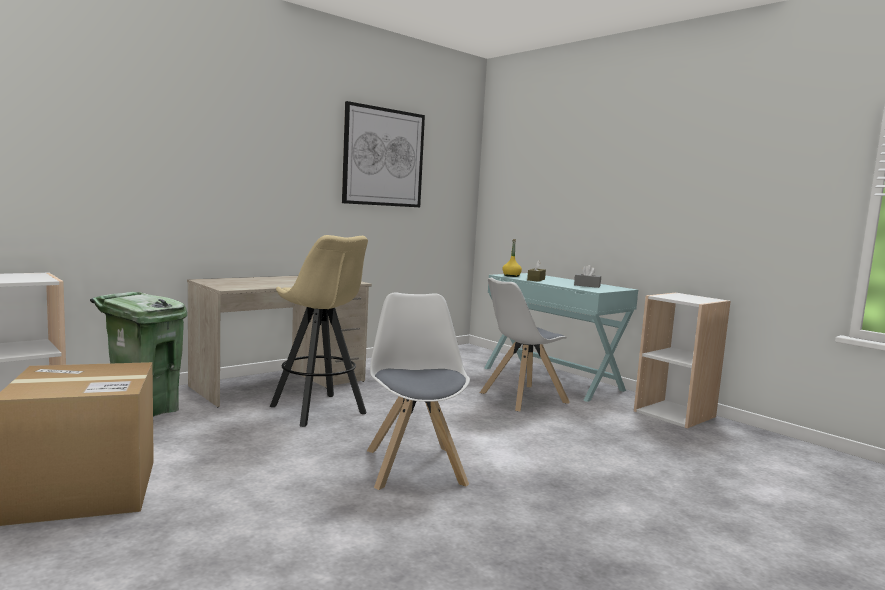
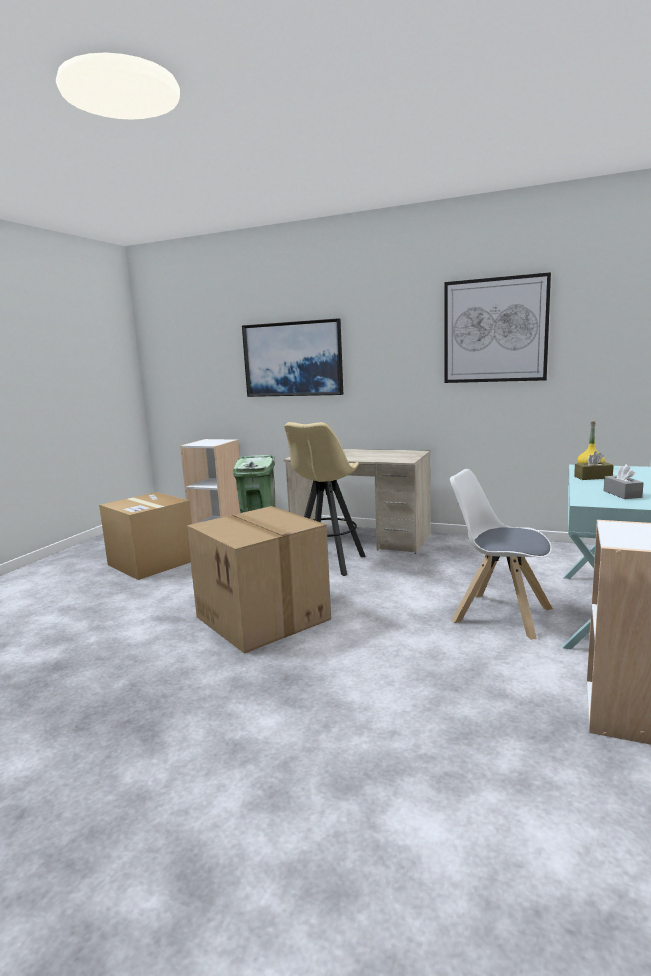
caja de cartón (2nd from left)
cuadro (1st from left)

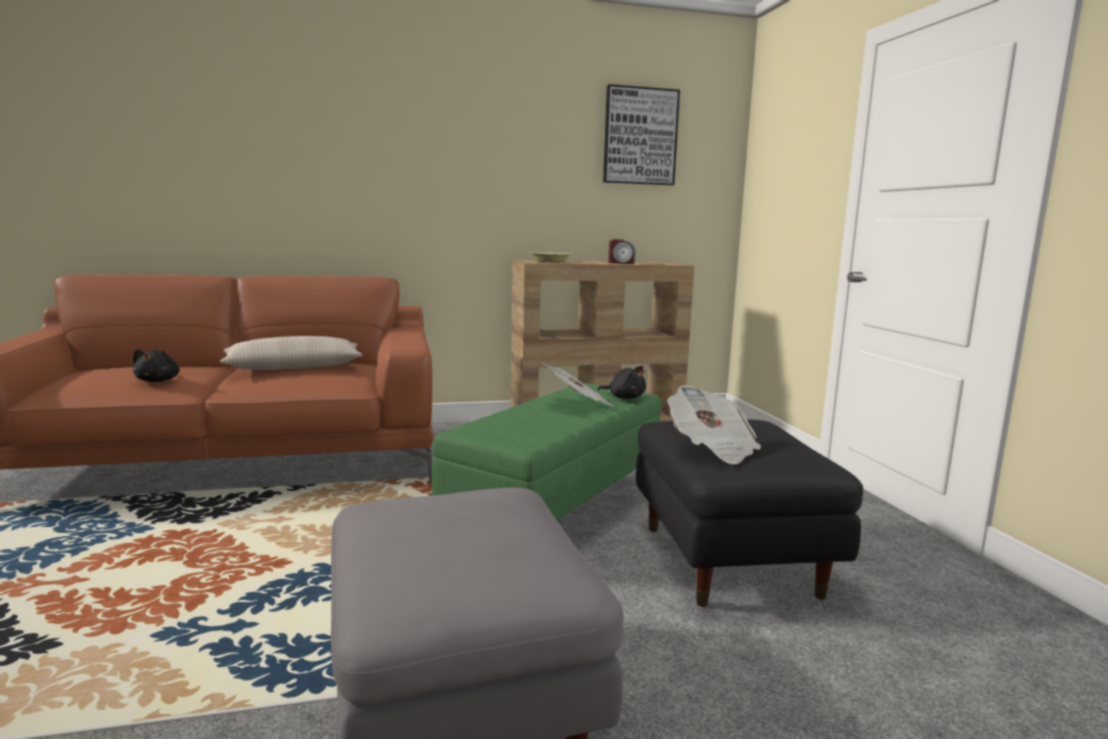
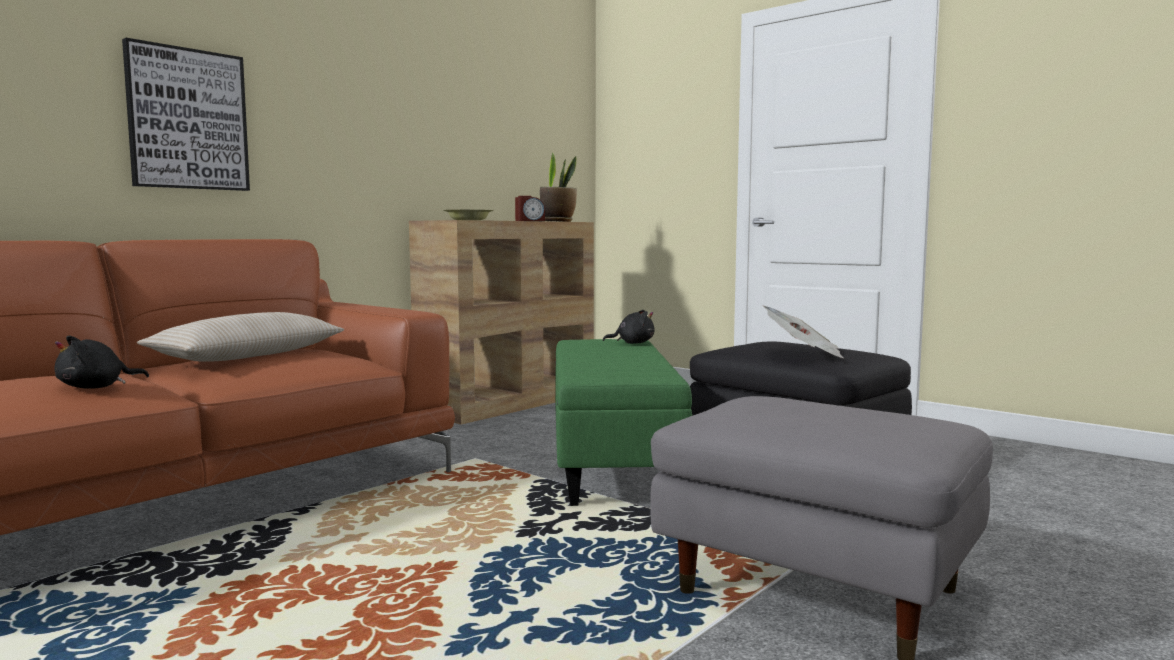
peluche (negro) (1st from left)
periódico (1st from left in the first image)
cuadro
planta en maceta

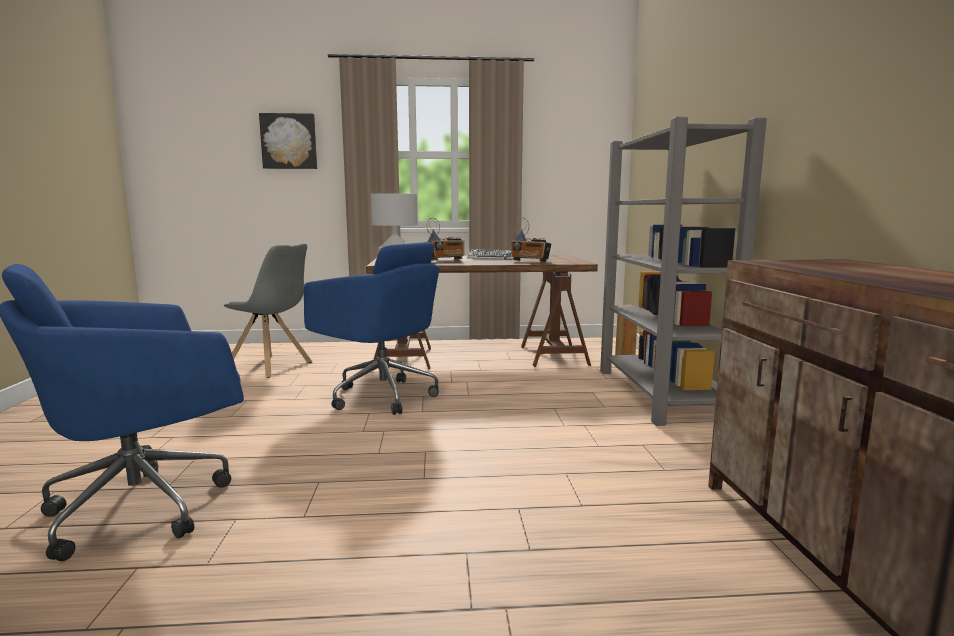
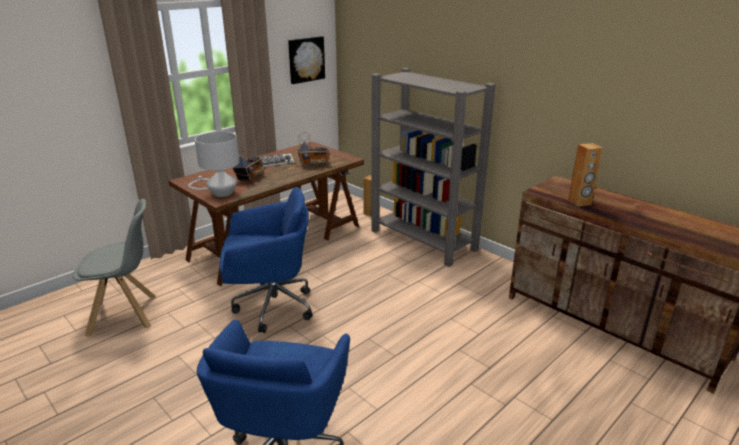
cuadro
altavoz (marrón) (2nd from left)

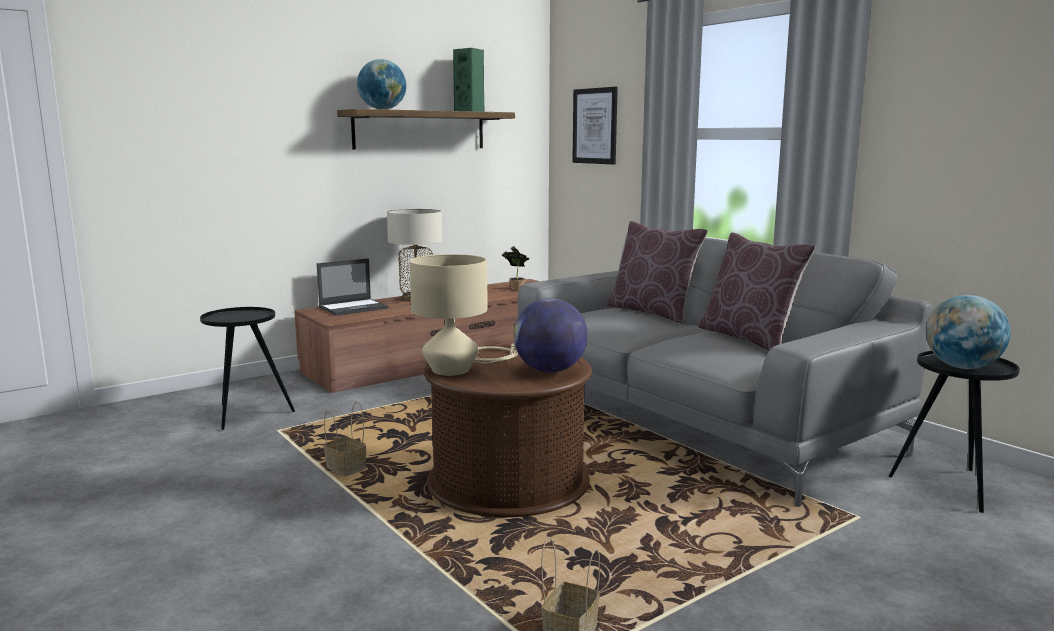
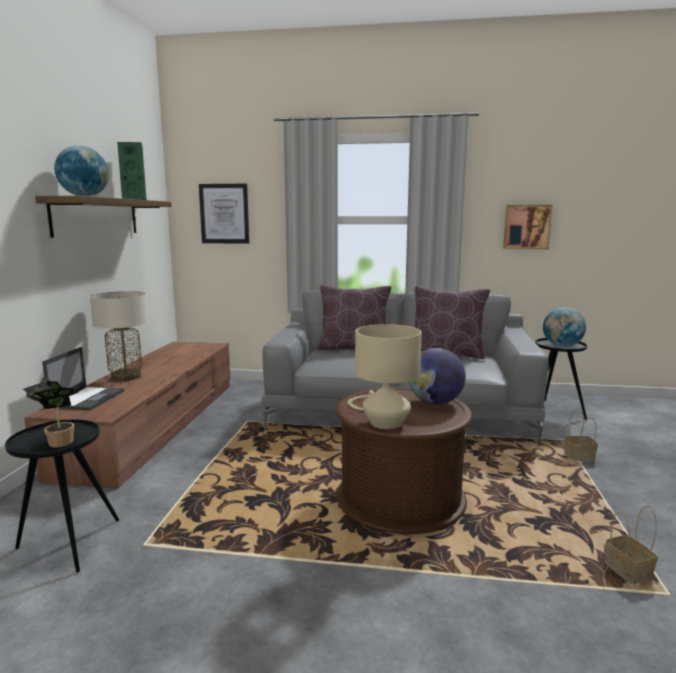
cesta (1st from left)
planta en maceta
cuadro (2nd from left)

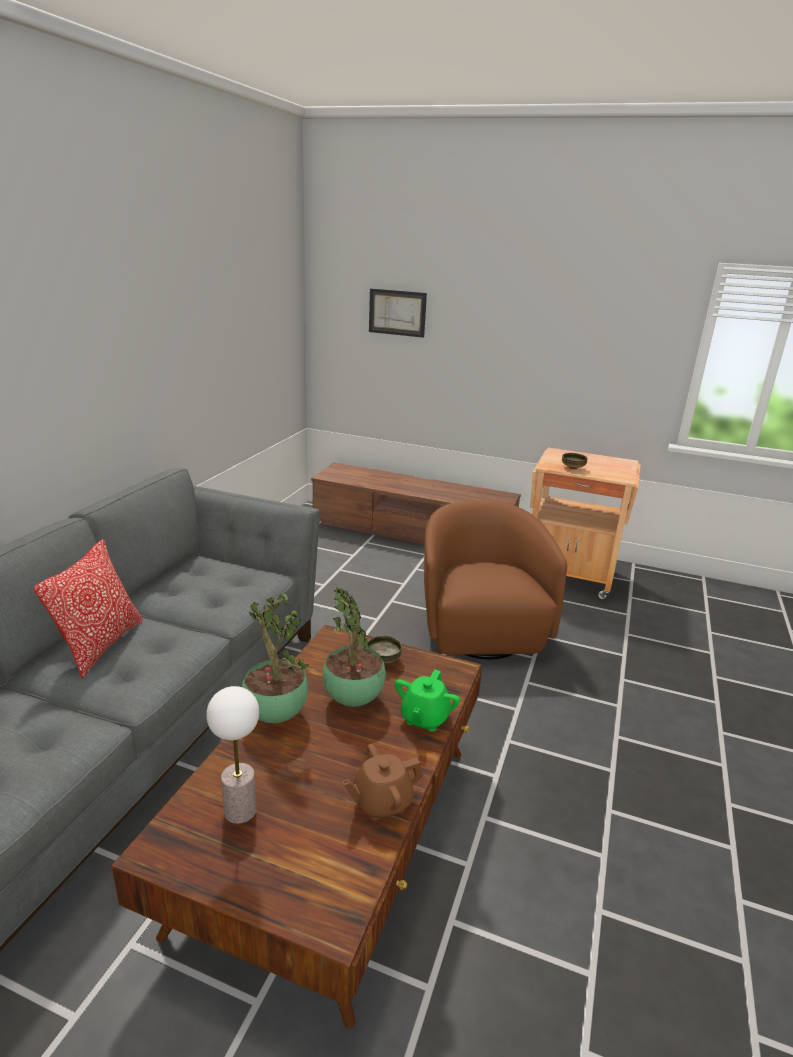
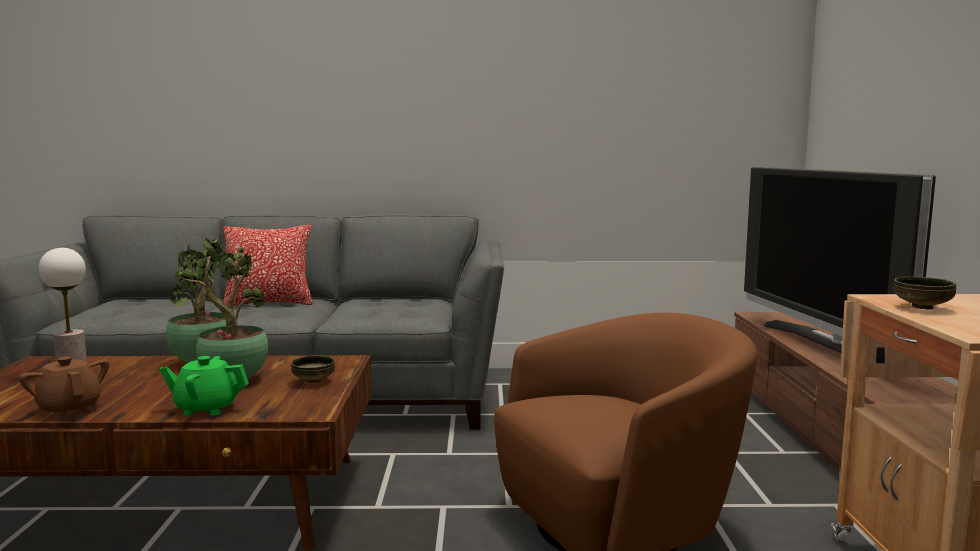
cuadro
televisor

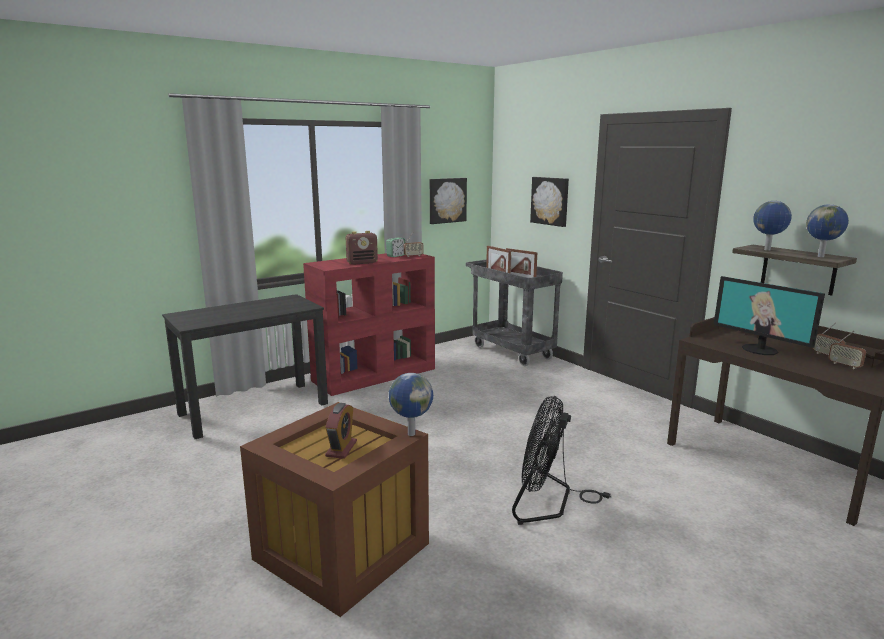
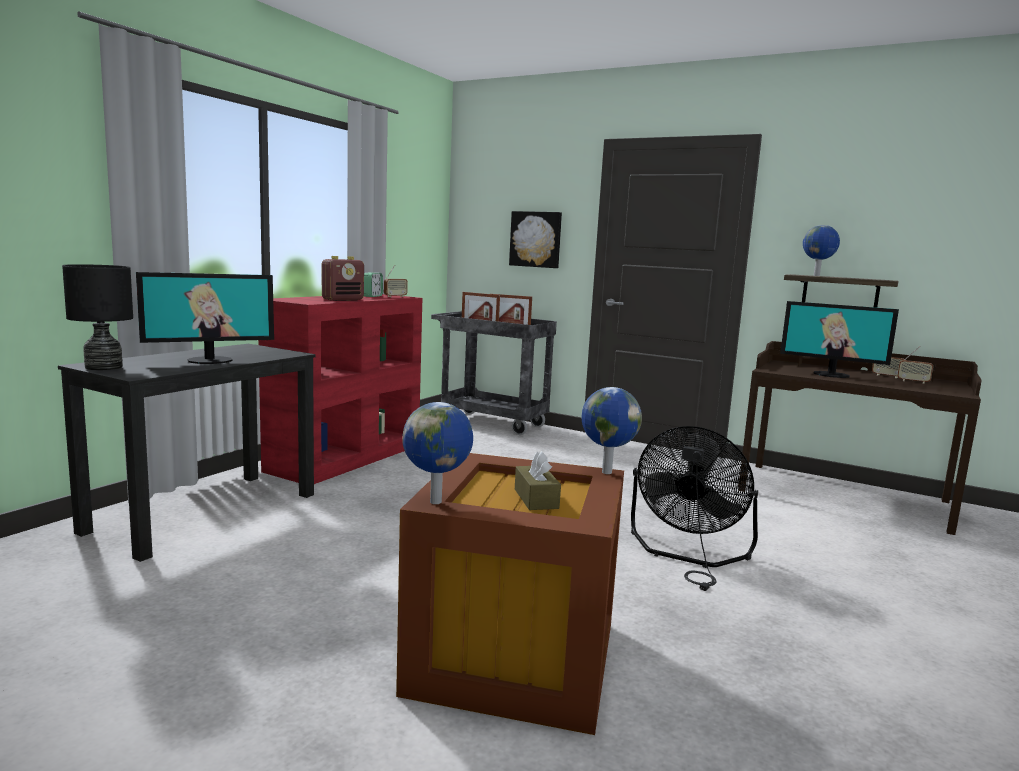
caja de pañuelos (marrón)
cuadro (1st from left in the first image)
ventilador (negro)
globo terráqueo (1st from left)
lámpara de mesa (negro)
monitor (1st from left)

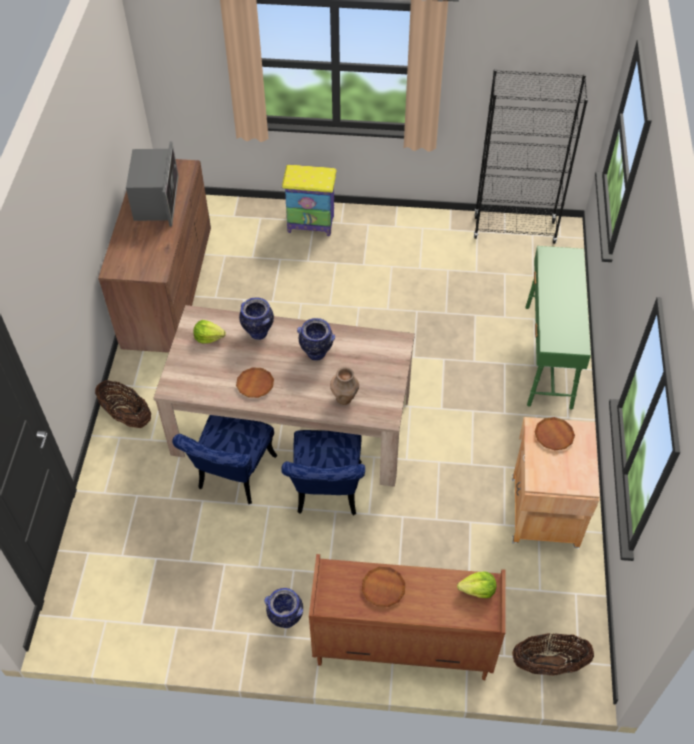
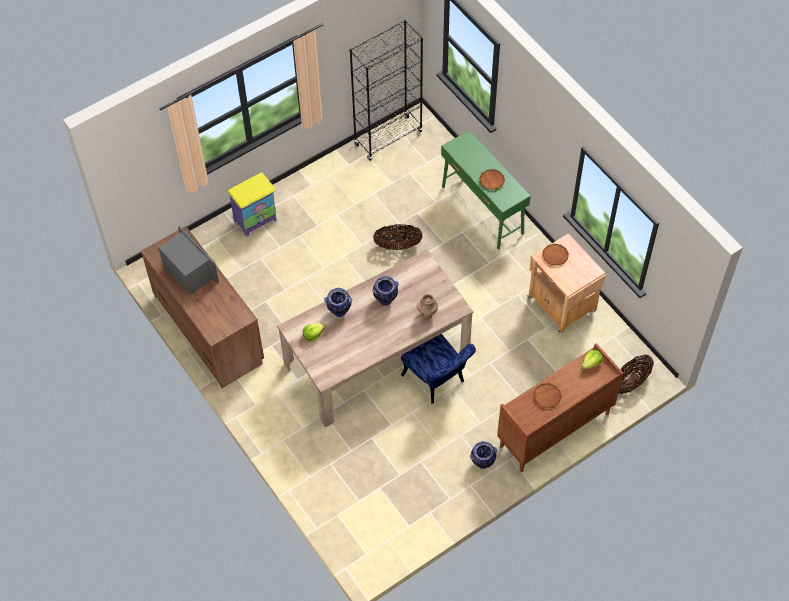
cesta (1st from left)
silla (azul) (1st from left in the first image)
plato (marrón) (1st from left)

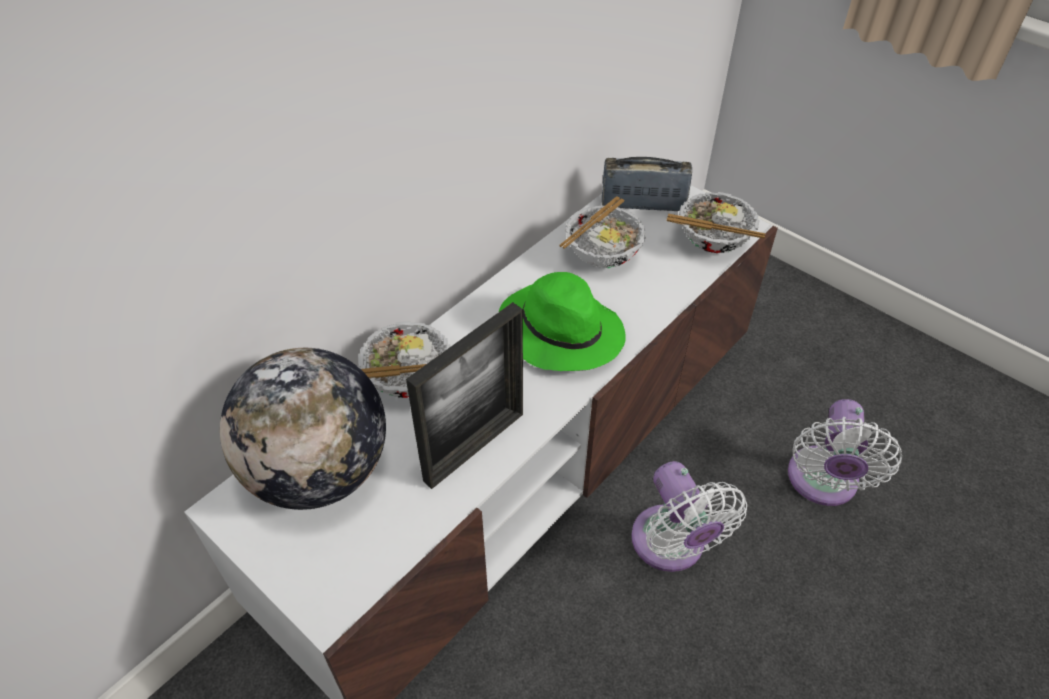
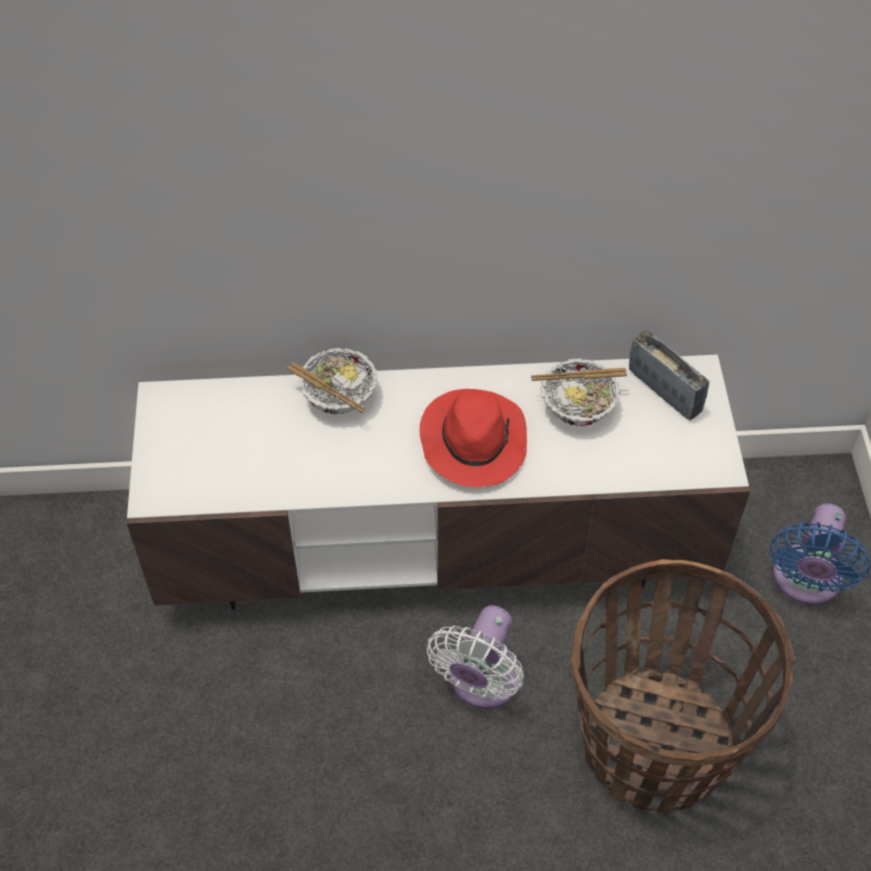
globo terráqueo
portarretratos
sombrero (rojo)
cuenco (3rd from left in the first image)
cesta
ventilador (azul)

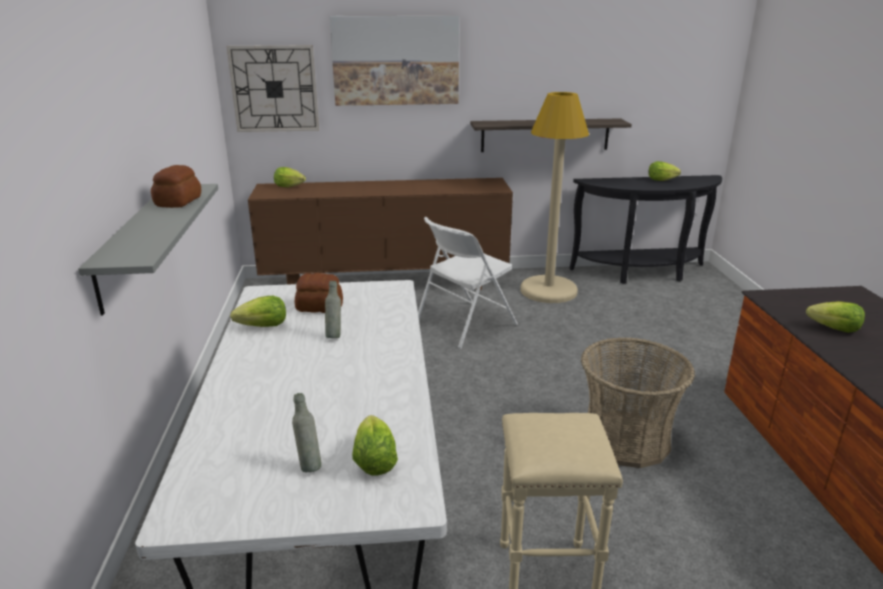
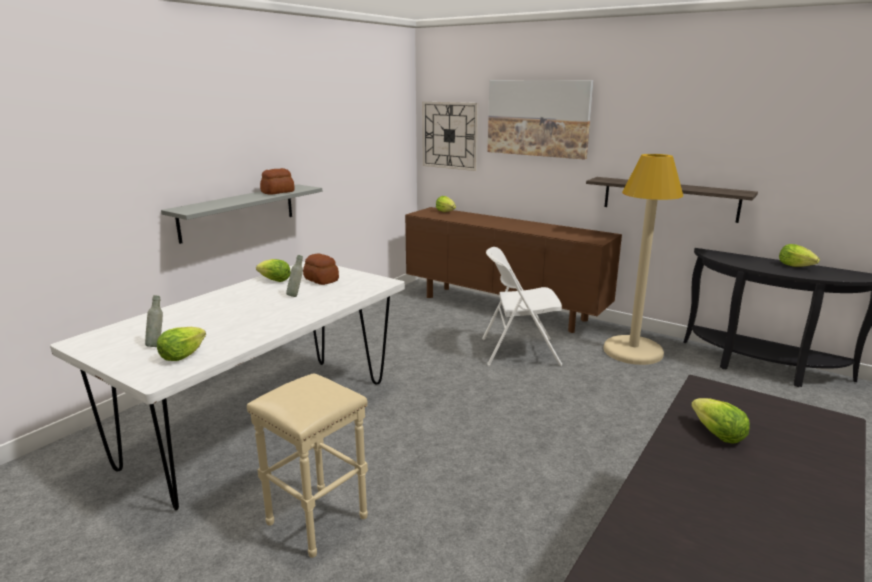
cesta

